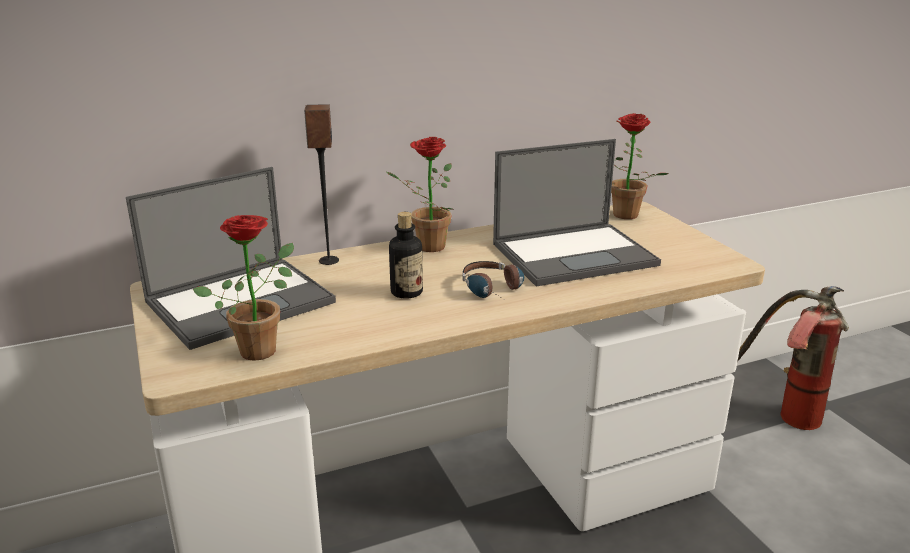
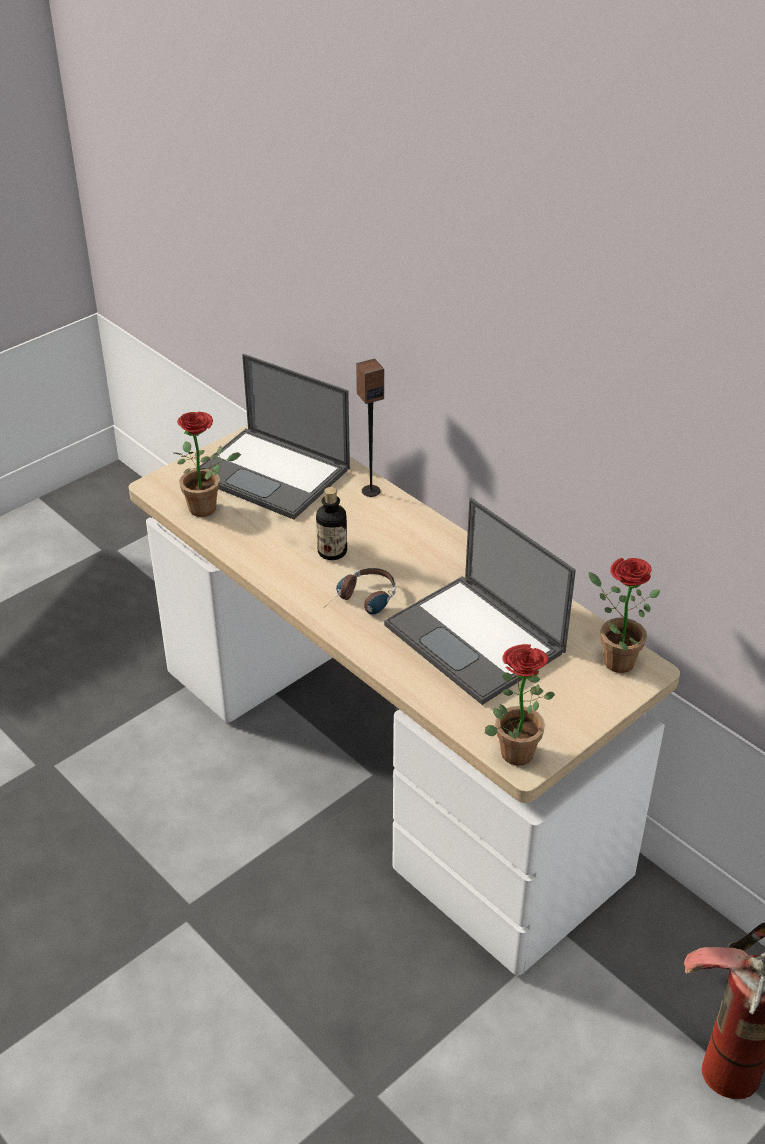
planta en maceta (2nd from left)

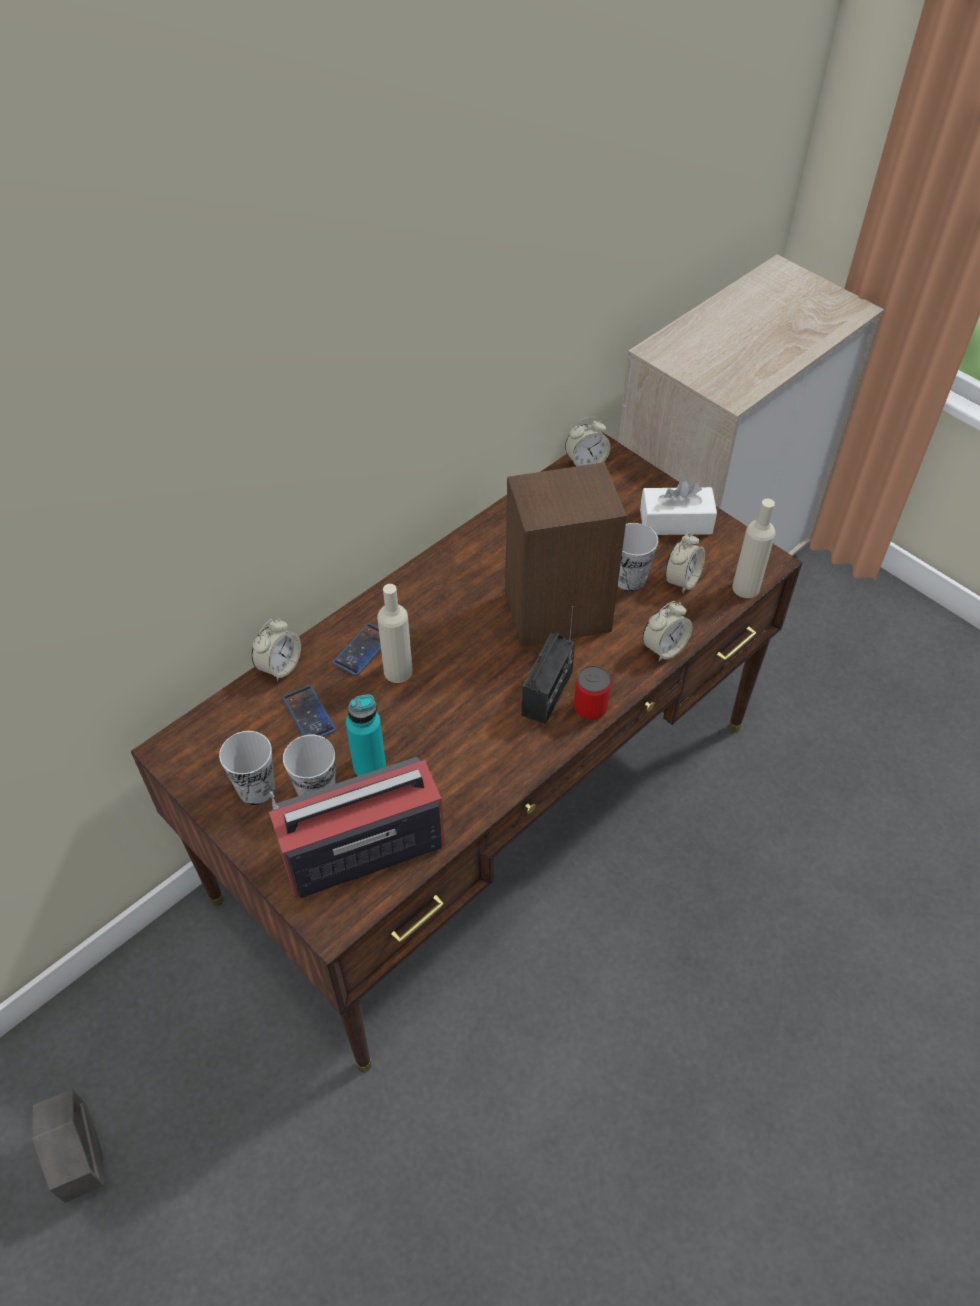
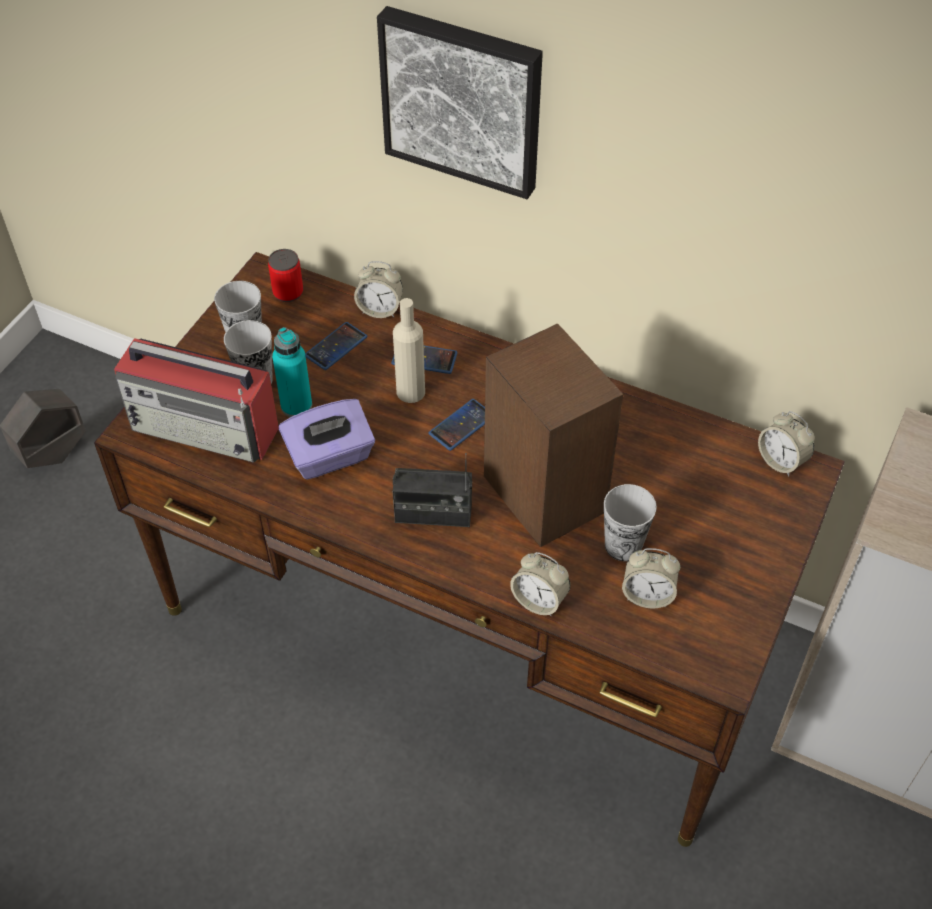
radio (1st from left)
lata
caja de pañuelos (blanco)
botella (beis) (2nd from left in the first image)
caja de pañuelos (morado)
cuadro
móvil (3rd from left)

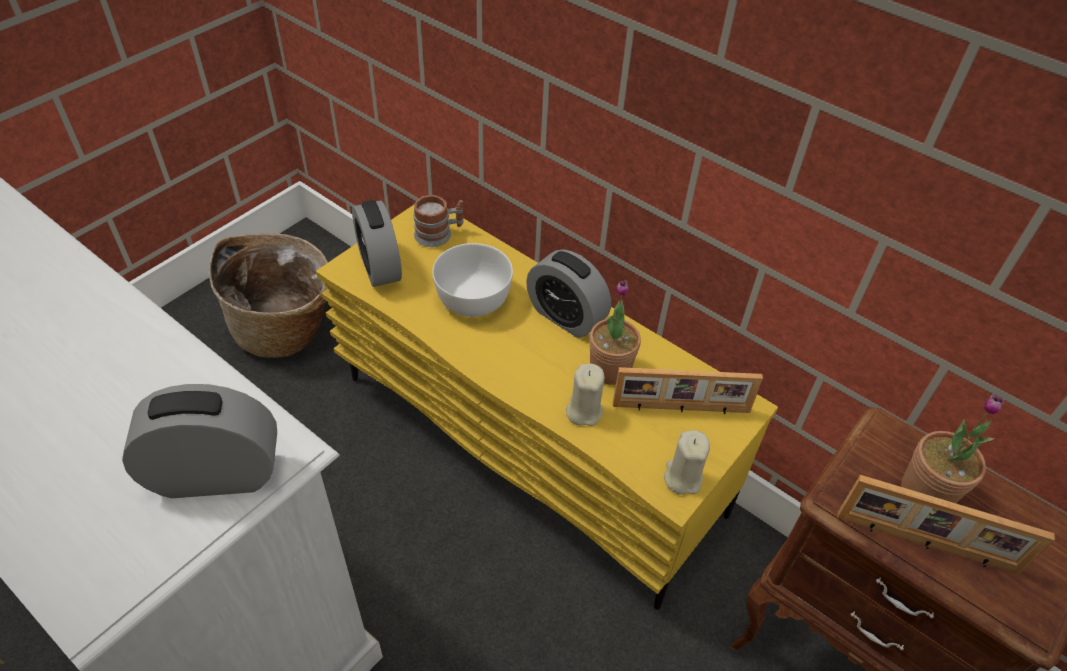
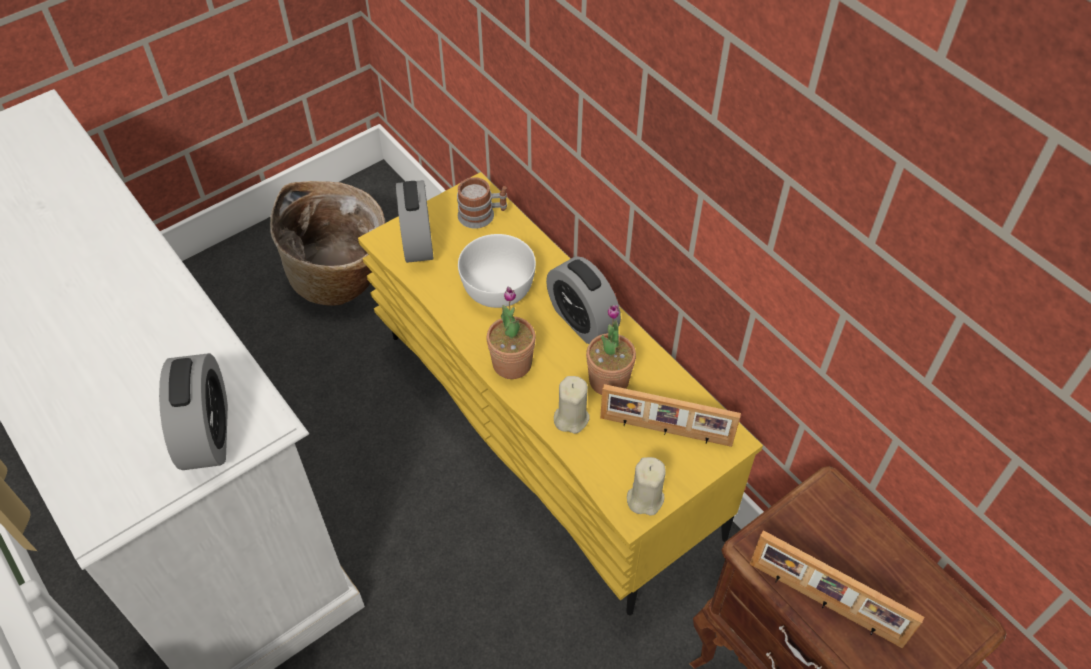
despertador (1st from left)
planta en maceta (1st from left)

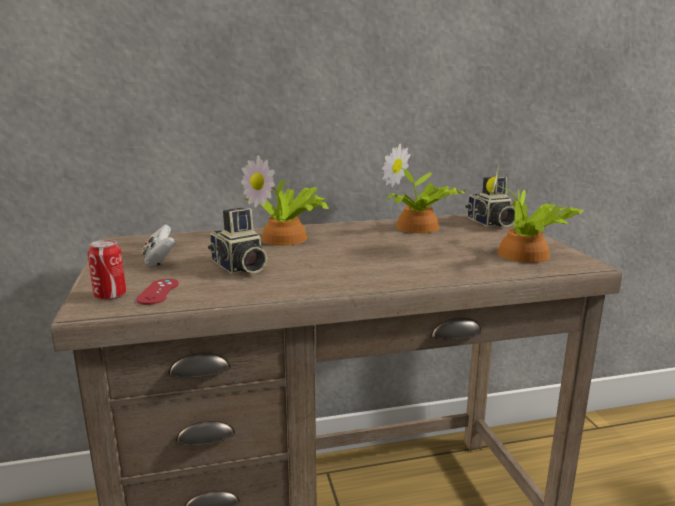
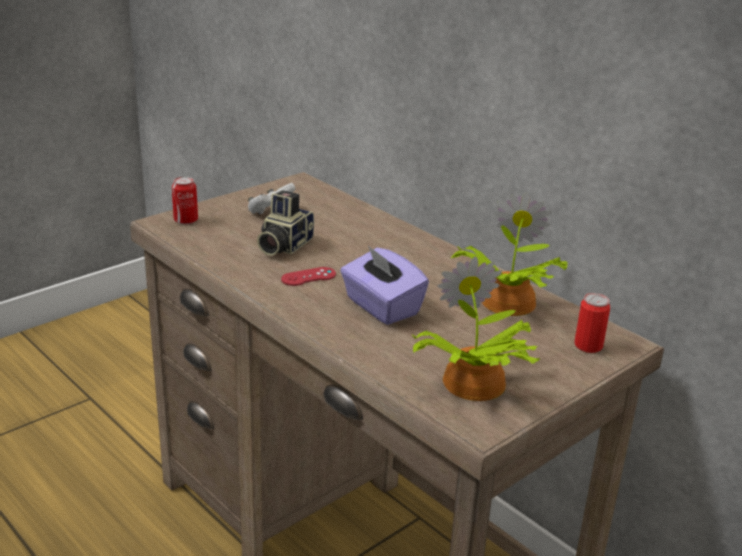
mando de consola (rojo)
planta en maceta (1st from left in the first image)
lata (2nd from left)
caja de pañuelos (morado)

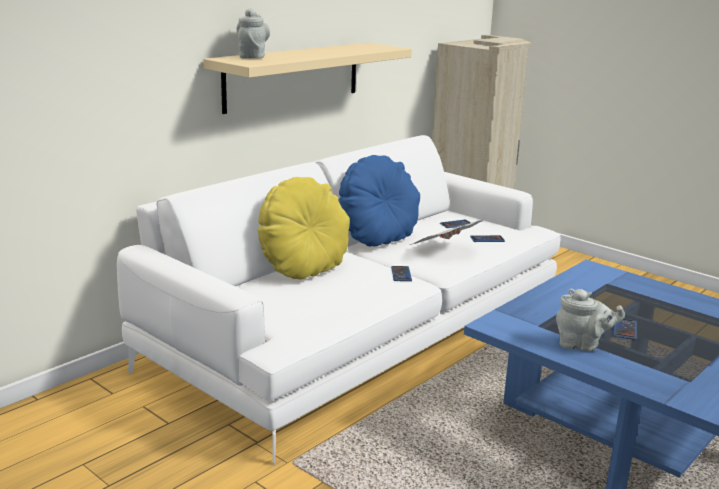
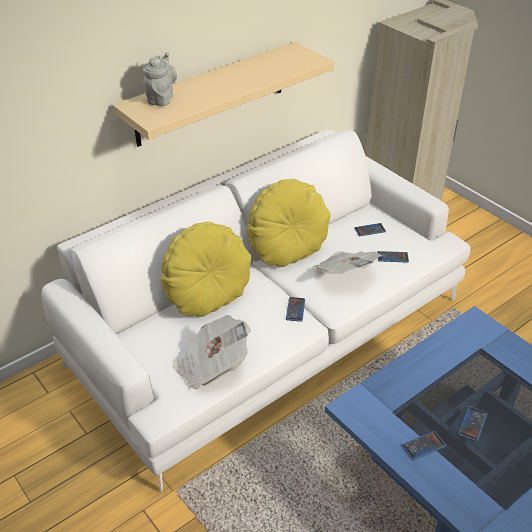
cojín (amarillo) (2nd from left)
móvil (4th from left)
periódico (1st from left)

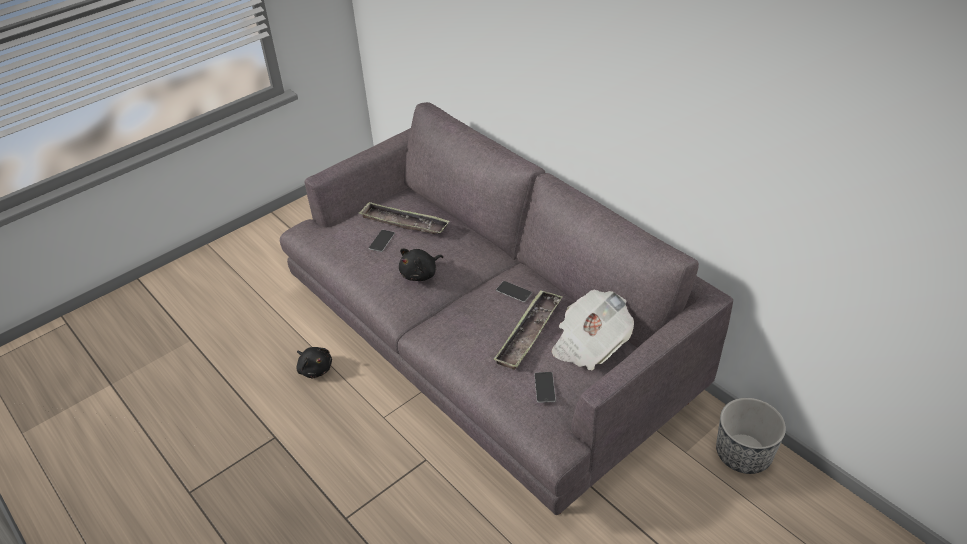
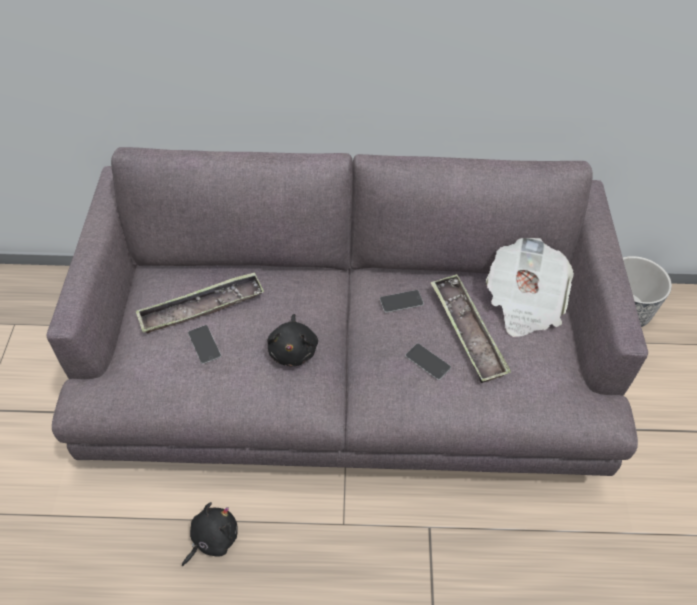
peluche (negro) (1st from left)
móvil (3rd from left)

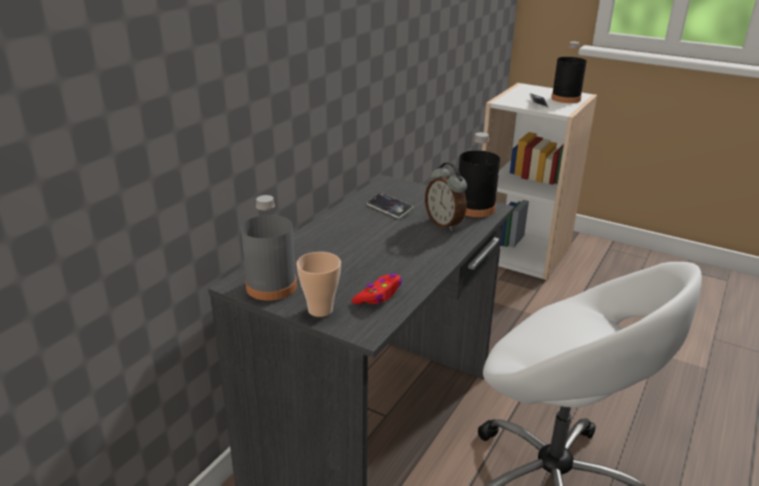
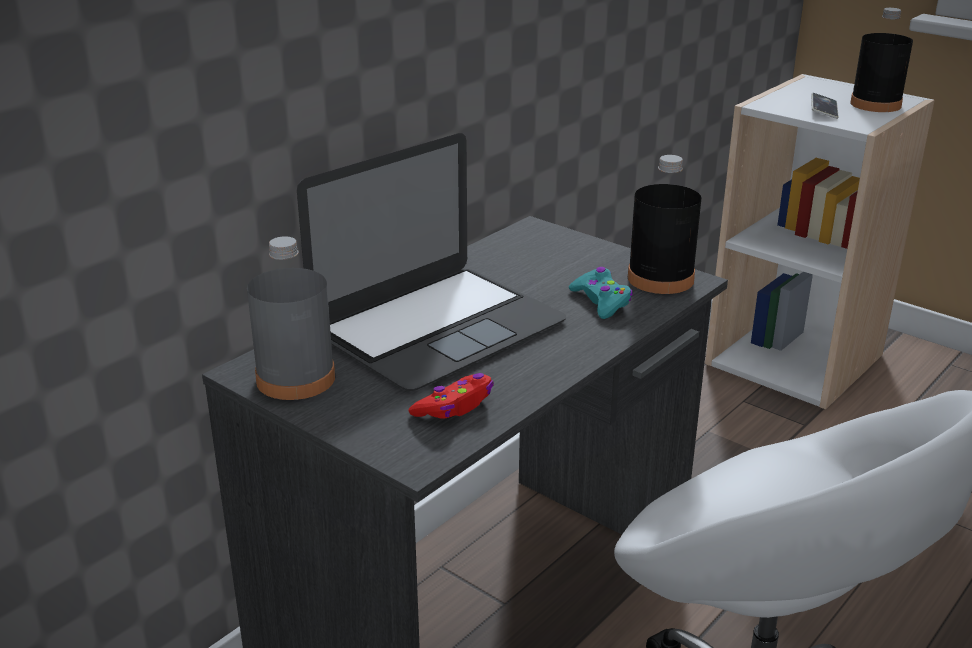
taza
móvil (1st from left in the first image)
mando de consola (turquesa)
portátil

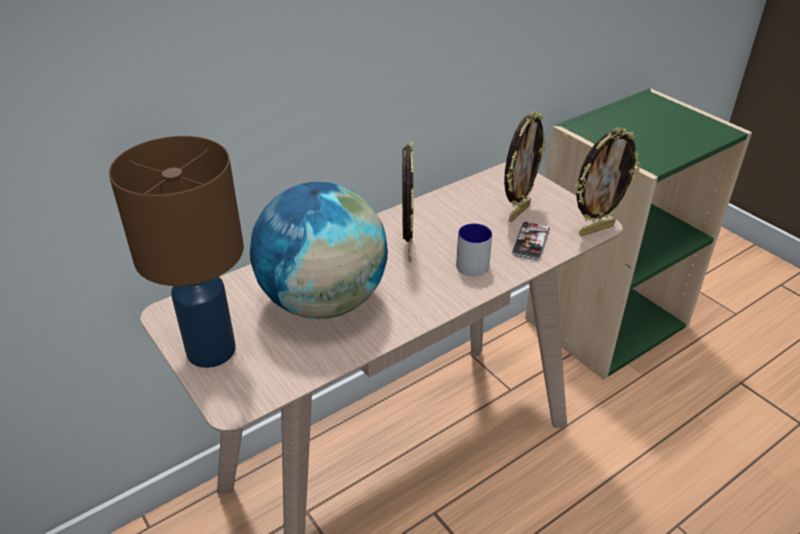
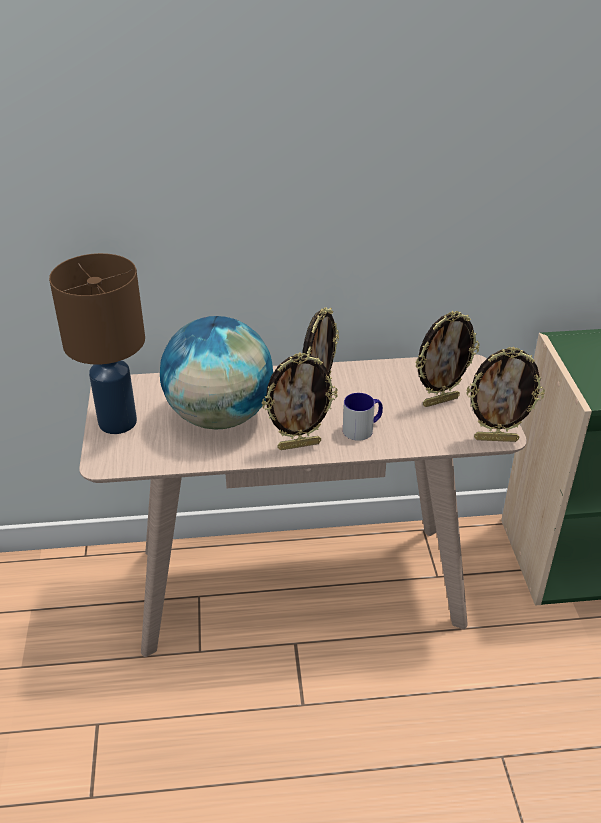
móvil
portarretratos (1st from left)

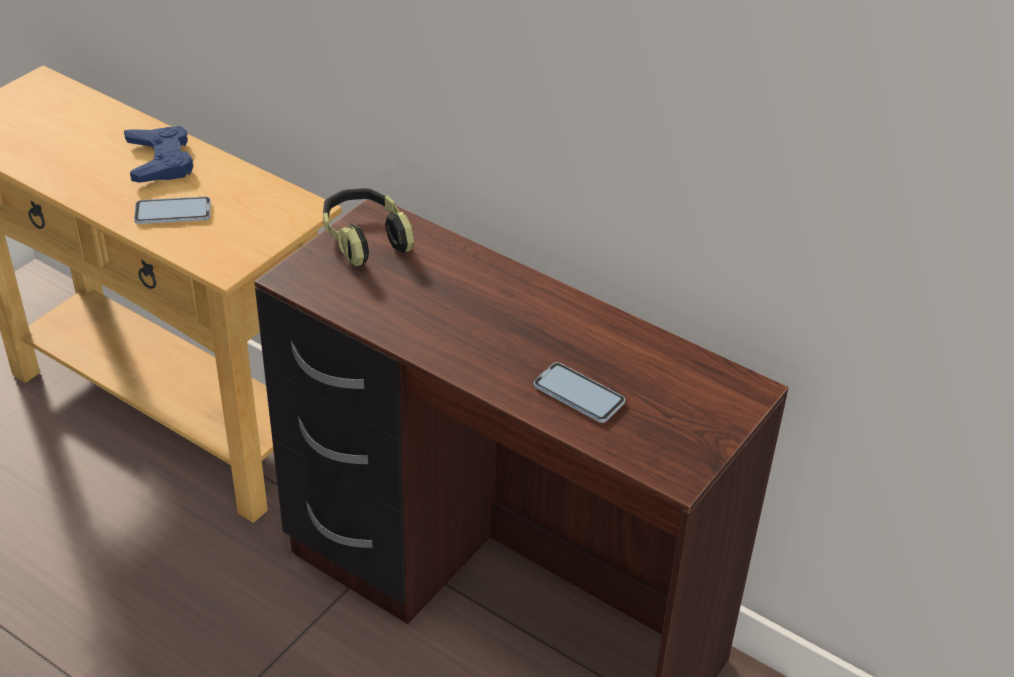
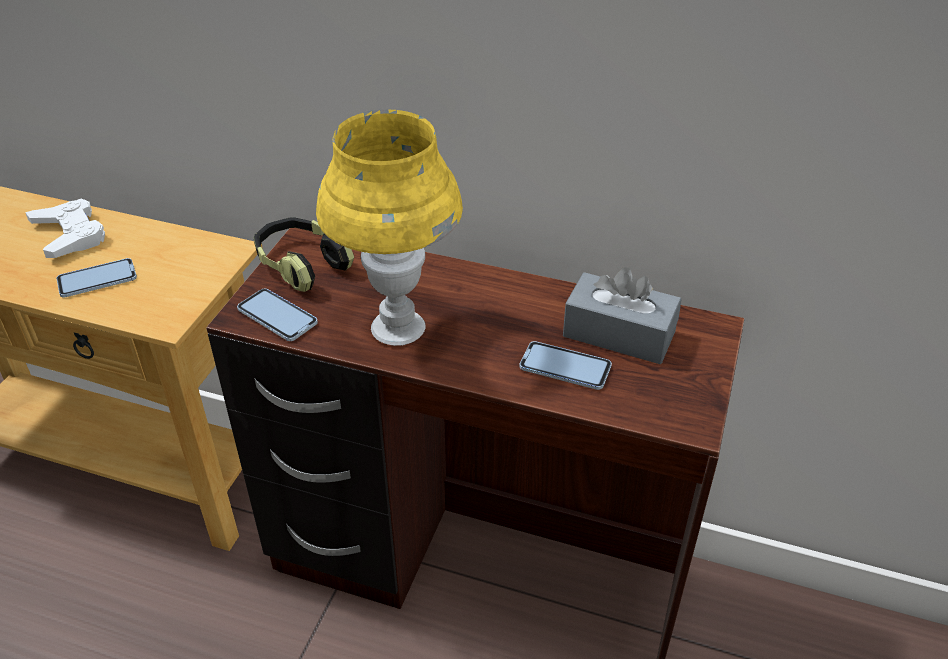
mando de consola (blanco)
móvil (2nd from left)
lámpara de mesa (amarillo)
caja de pañuelos (gris)

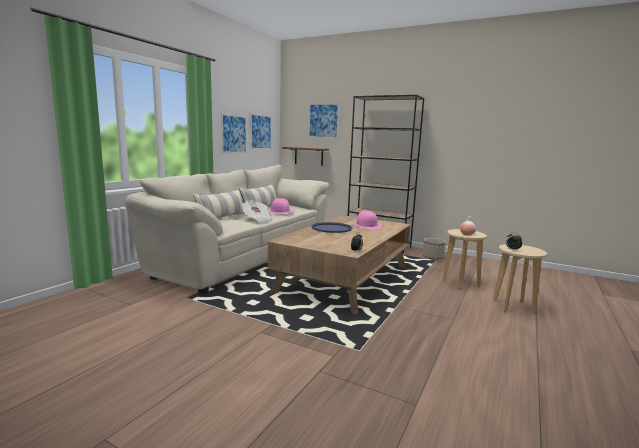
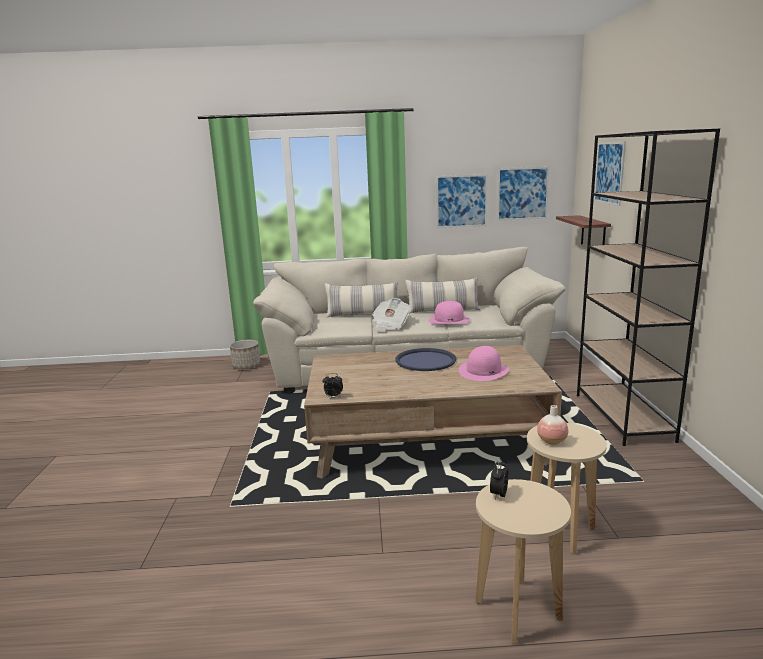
maceta

